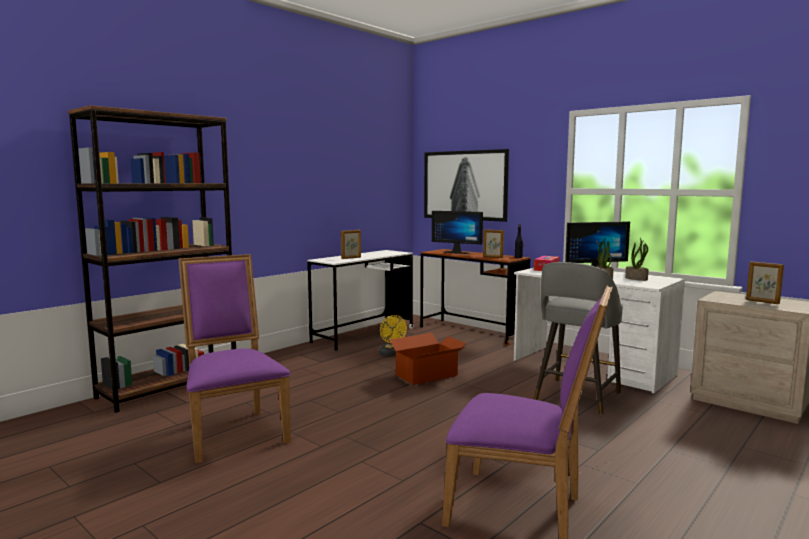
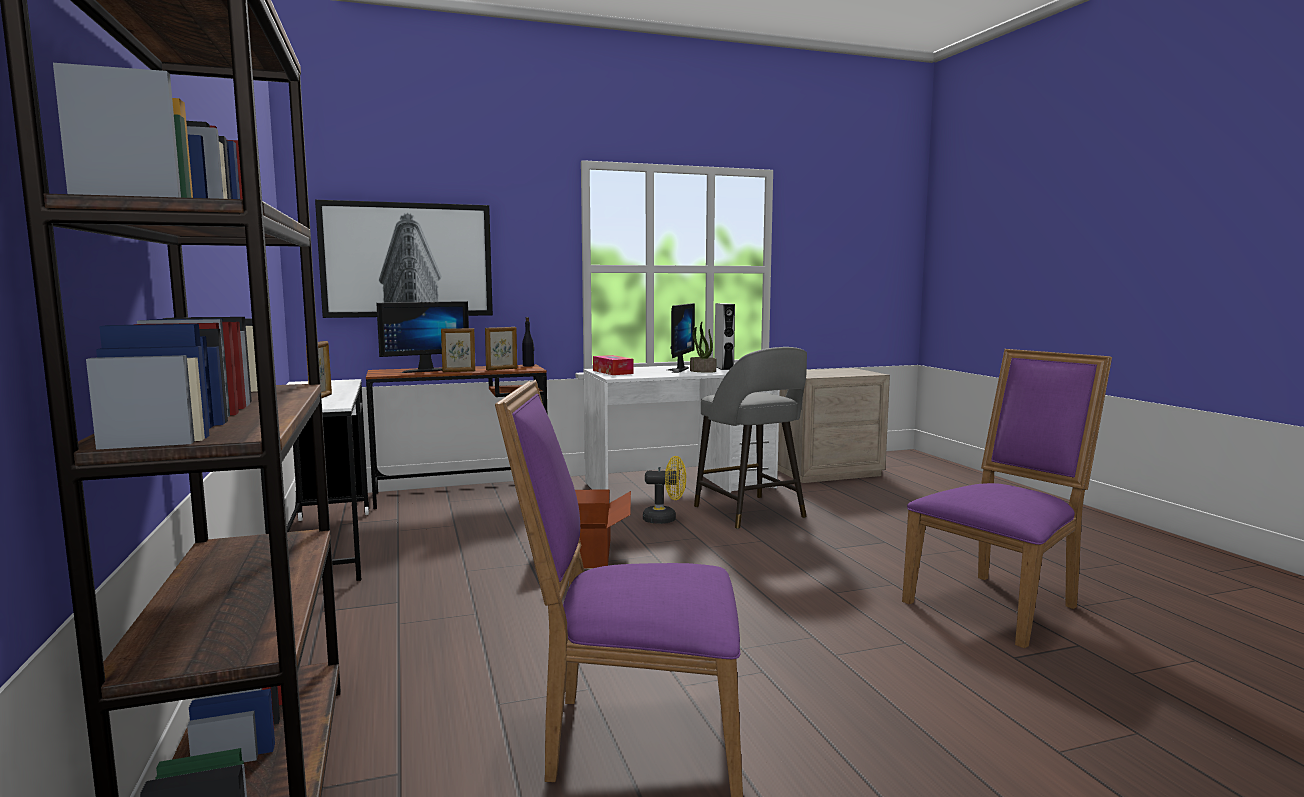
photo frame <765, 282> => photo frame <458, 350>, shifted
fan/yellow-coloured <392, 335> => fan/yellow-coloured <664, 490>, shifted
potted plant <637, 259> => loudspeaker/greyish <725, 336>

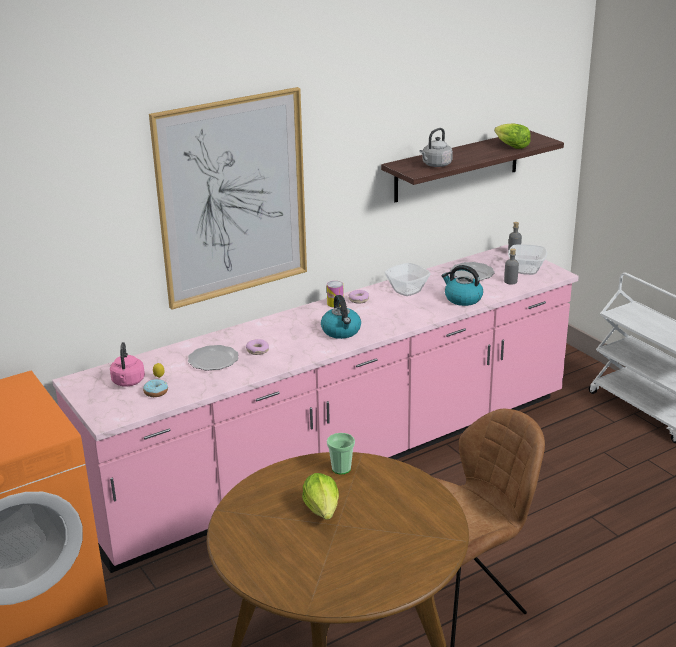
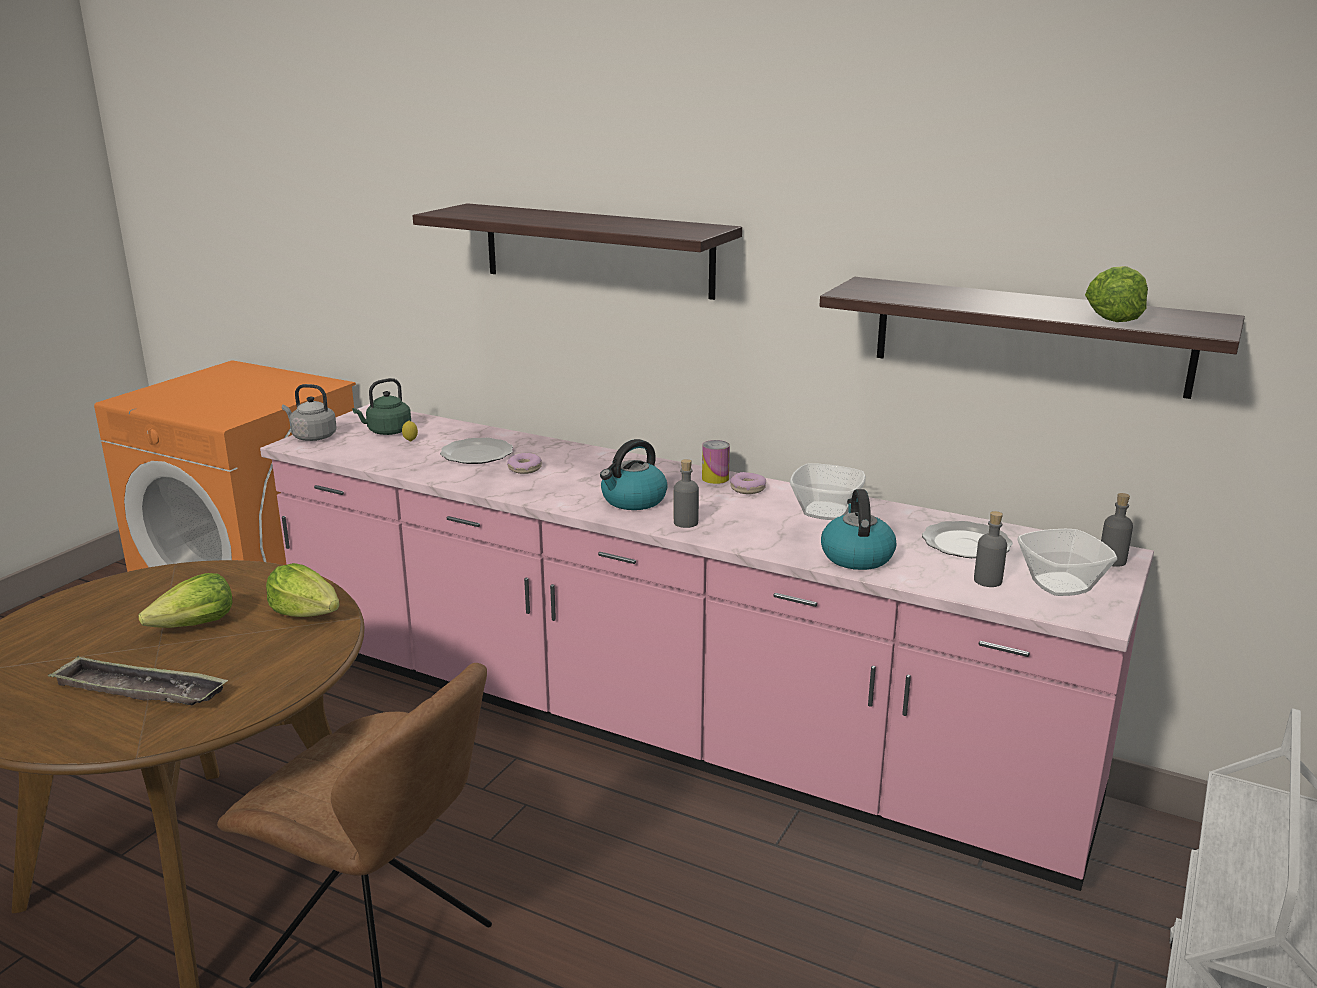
nothing => serving tray <138, 680>
drinking cup <341, 454> => head of lettuce <303, 590>
kettle/greyish <436, 147> => kettle/greyish <309, 412>, shifted
kettle/pinkish <127, 364> => kettle/green <382, 406>
wall picture <228, 198> => shelf <577, 251>
nothing => beverage bottle/greyish <686, 493>
doughnut <155, 388> => nothing

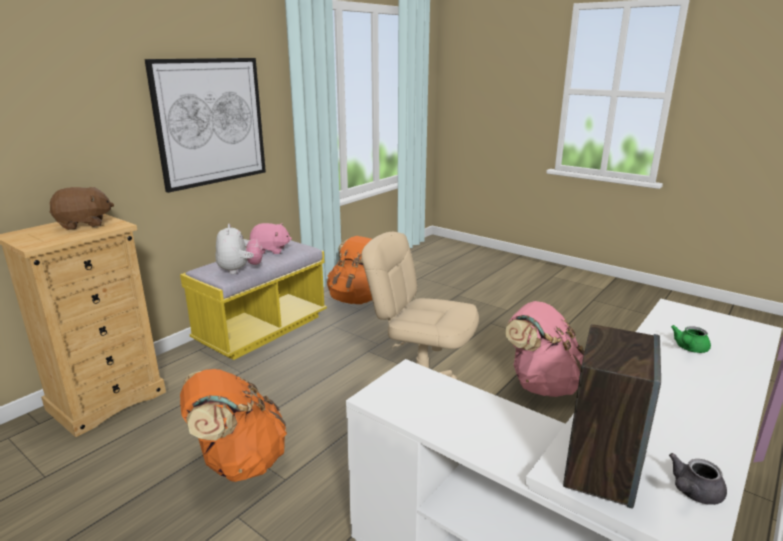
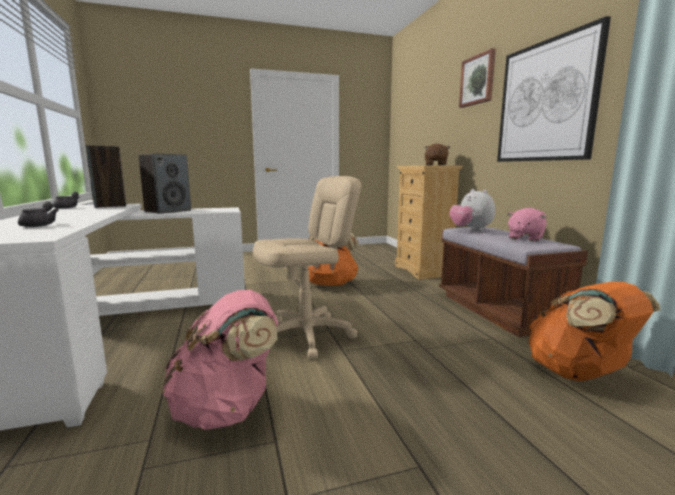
pot for tea/green <691, 339> => pot for tea/greyish <38, 214>
nothing => loudspeaker <164, 183>
long seat/yellow-coloured <253, 300> => long seat/brown-coloured <513, 282>
cuddly toy <239, 249> => cuddly toy <472, 210>, 45 degrees clockwise
nothing => wall picture <477, 78>

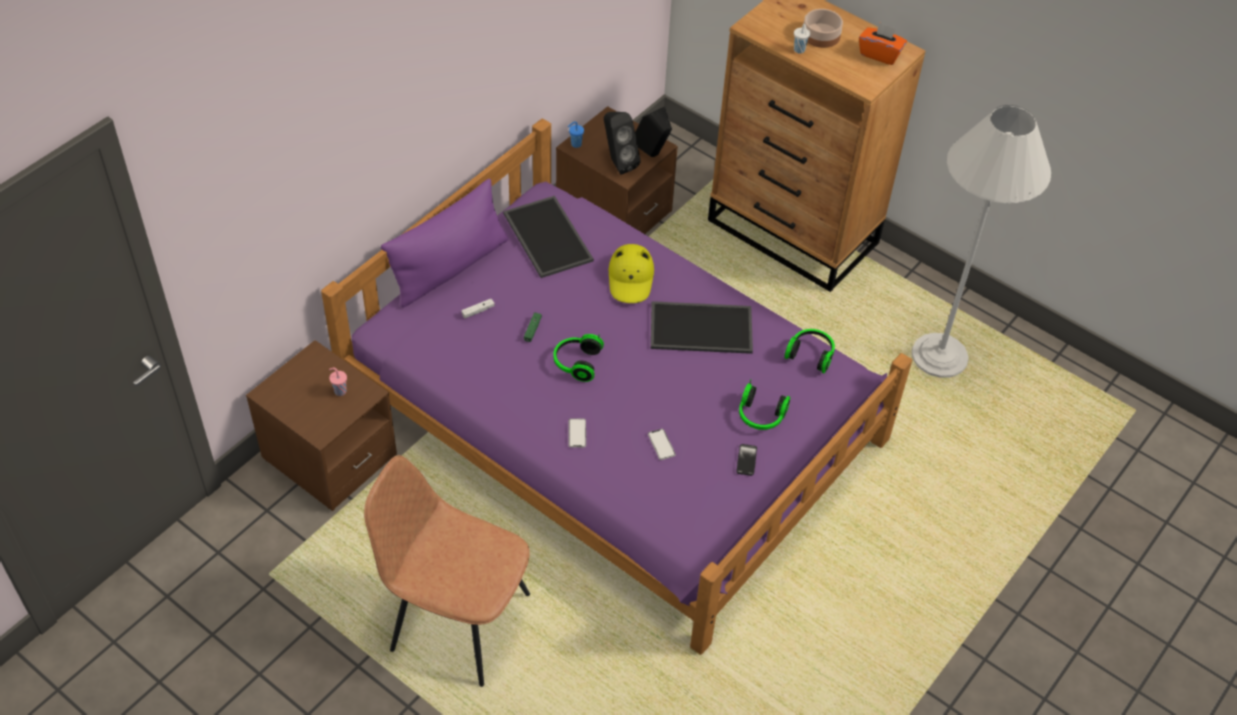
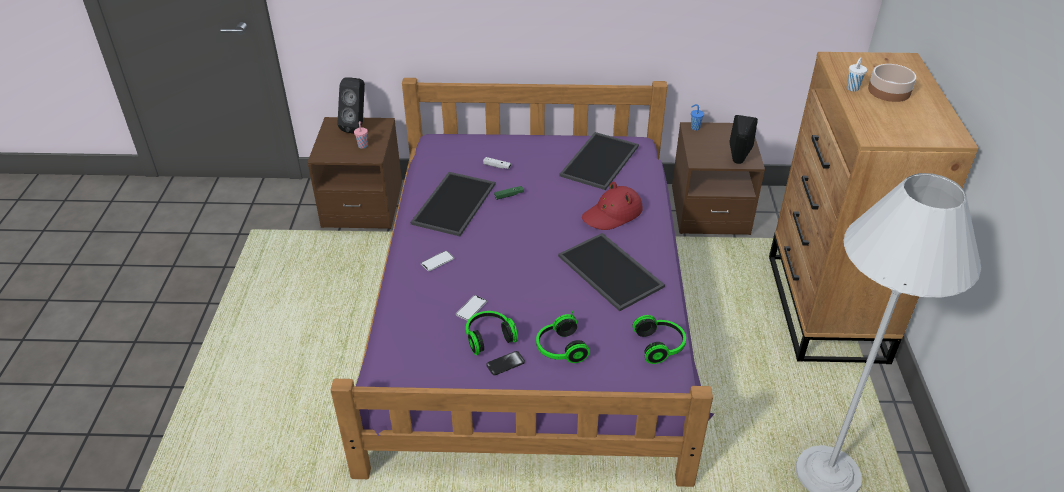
loudspeaker/black-coloured <622, 143> => loudspeaker/black-coloured <351, 105>, shifted
nothing => serving tray <453, 204>
pair of headphones <579, 358> => pair of headphones <492, 333>, shifted
clothing hat/yellow-coloured <631, 273> => clothing hat/reddish <612, 206>
plain chair/brown-coloured <447, 571> => nothing
cushion/purple <445, 243> => nothing
tissue holder/orange <883, 43> => nothing

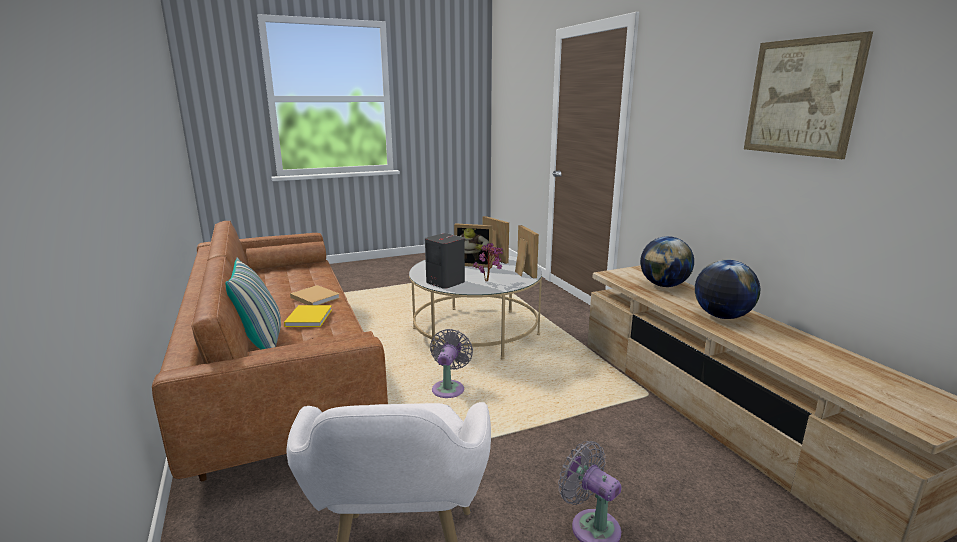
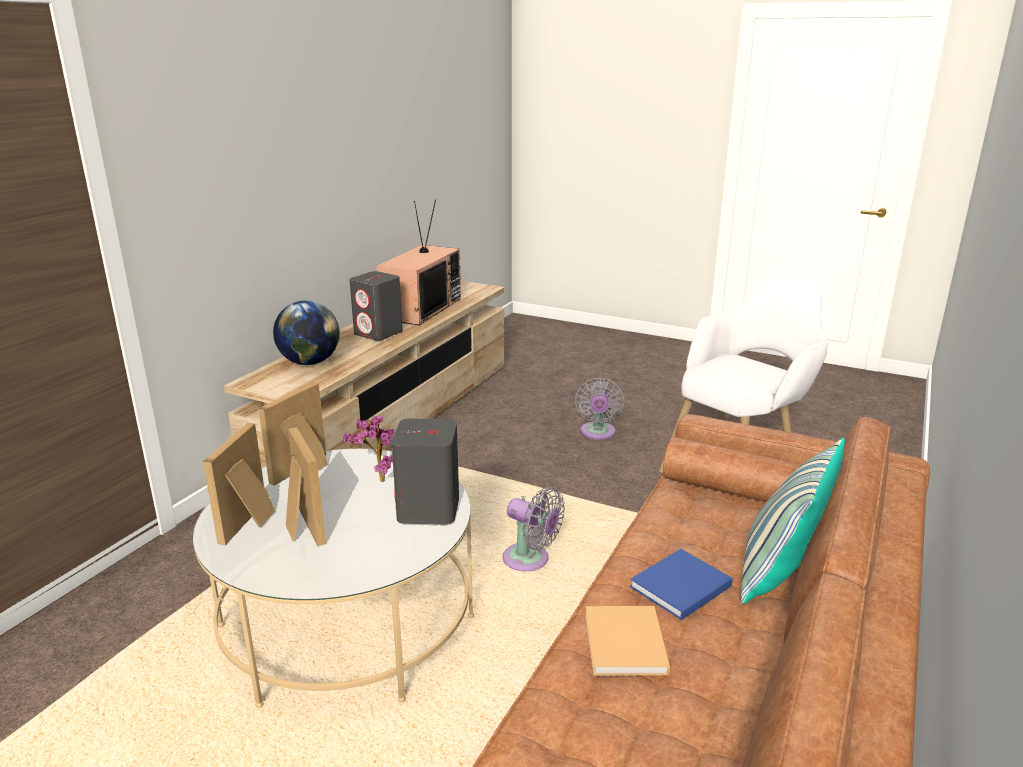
world globe <727, 289> => loudspeaker/greyish <376, 306>
nothing => television <418, 262>
fan/greyish <451, 363> => fan/greyish <533, 529>, 120 degrees counterclockwise
volume/yellow-coloured <308, 316> => volume/bluish <681, 584>
wall picture <808, 95> => nothing

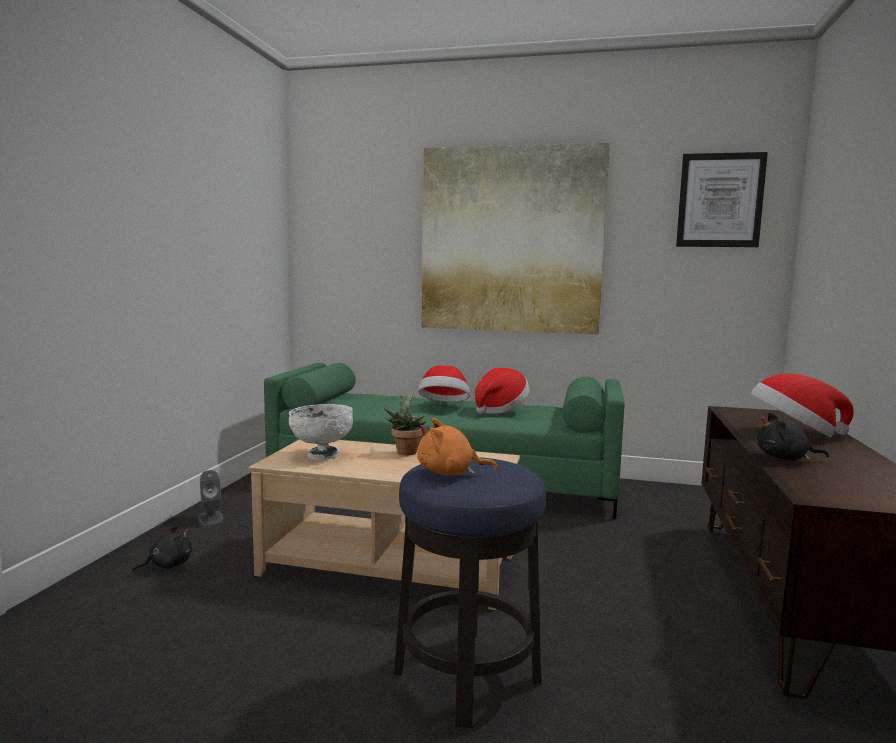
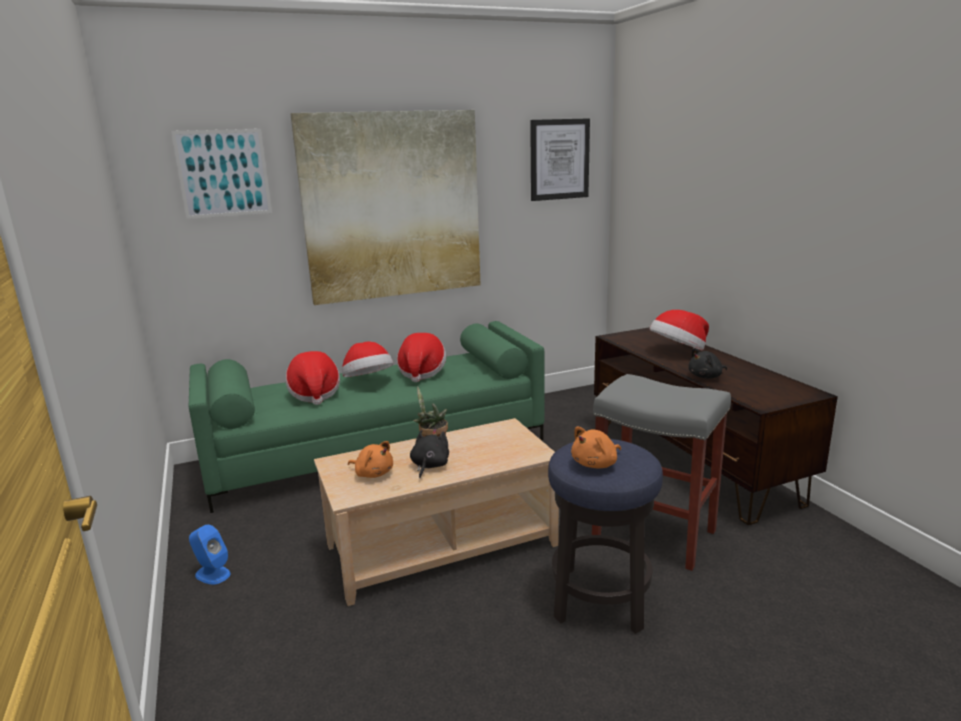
nothing => wall picture <221, 174>
loudspeaker/greyish <211, 498> => loudspeaker/bluish <210, 554>
nothing => clothing hat <312, 378>
serving bowl/white <321, 432> => cuddly toy/orange <370, 459>
cuddly toy/black-coloured <162, 548> => cuddly toy/black-coloured <429, 453>, shifted
nothing => stool/greyish <661, 472>

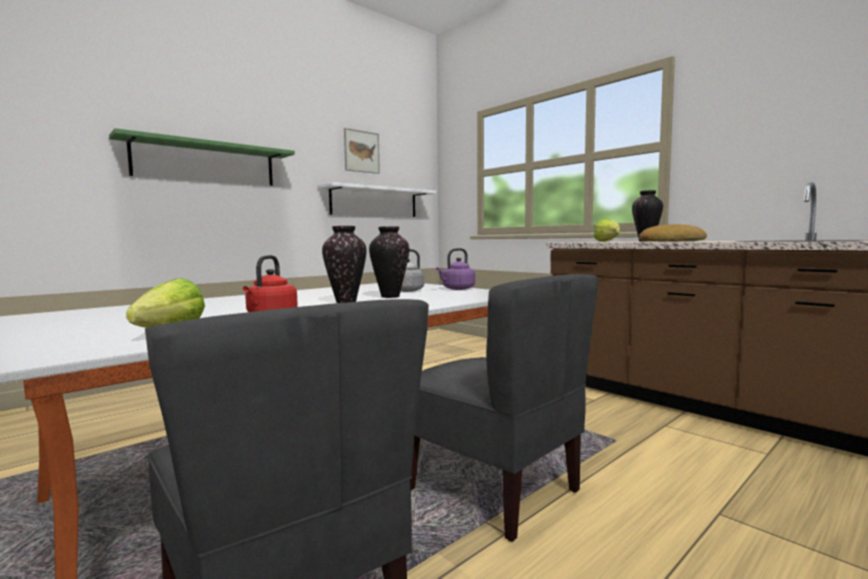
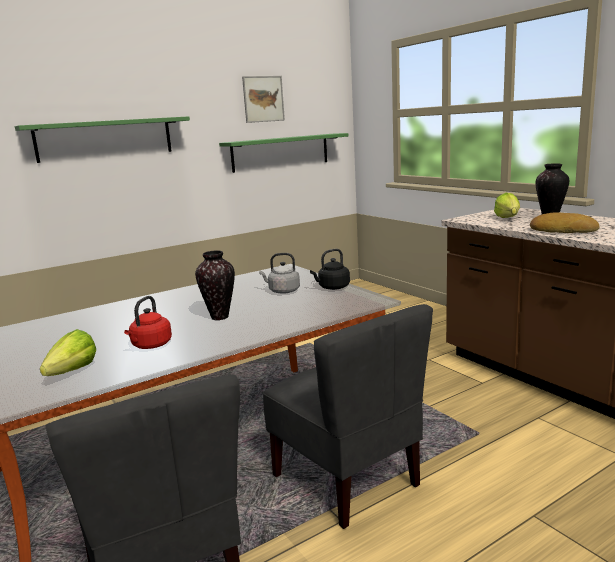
shelf/white <377, 199> => shelf/green <284, 153>
kettle/purple <455, 269> => kettle/black-coloured <330, 269>
flower vase <389, 262> => nothing

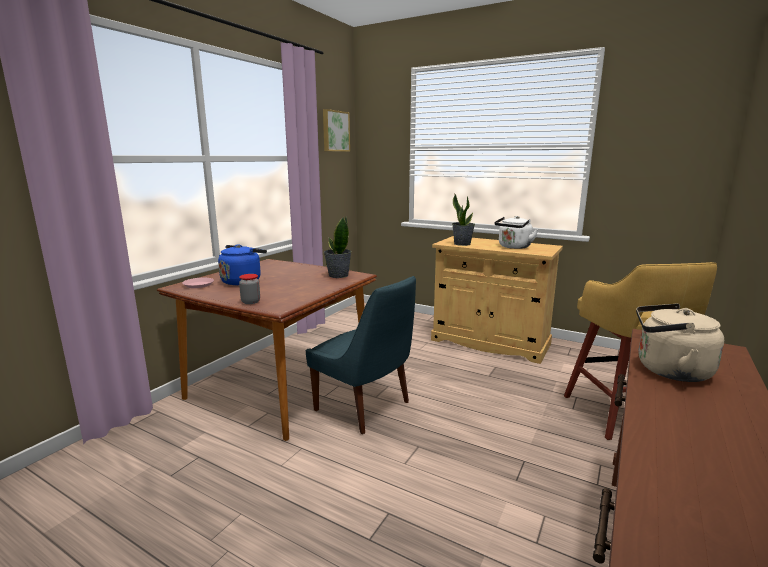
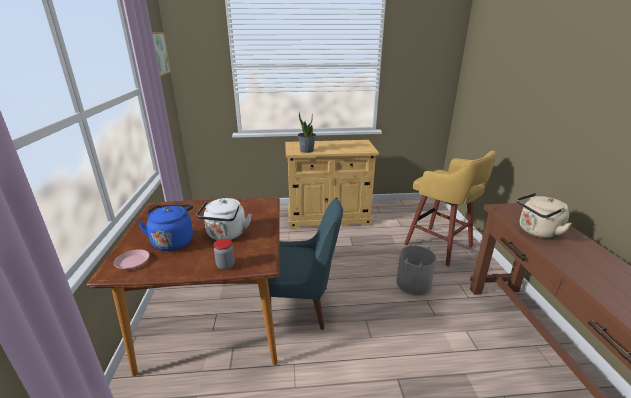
kettle/white <516, 232> => kettle/white <224, 219>, shifted
nothing => water bucket/greyish <416, 267>
potted plant <338, 247> => nothing

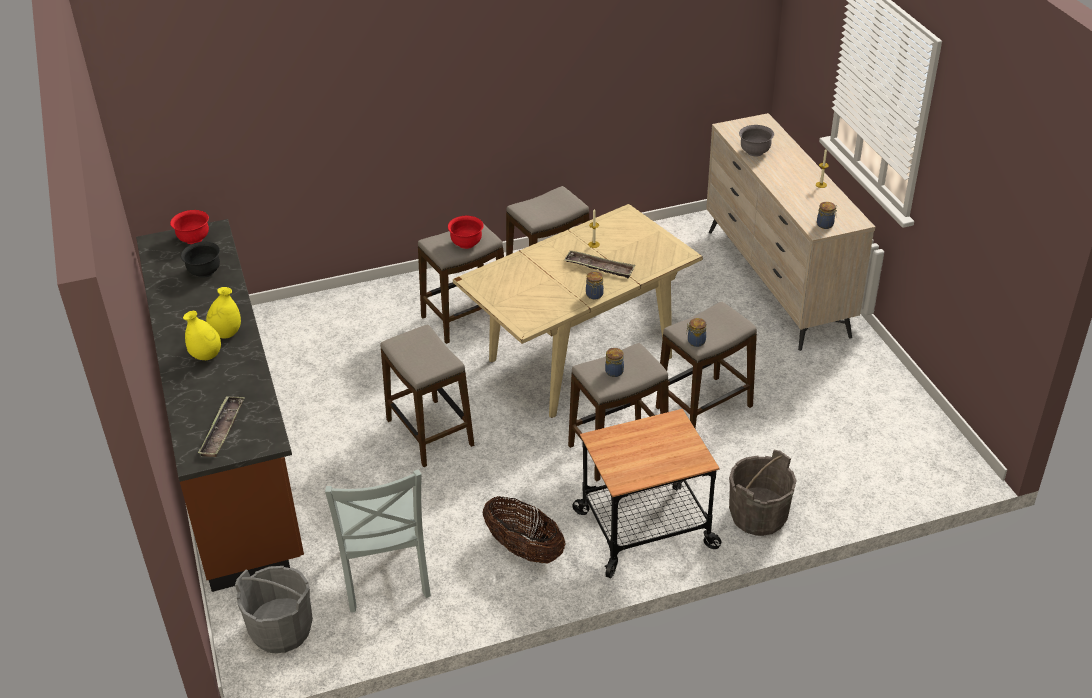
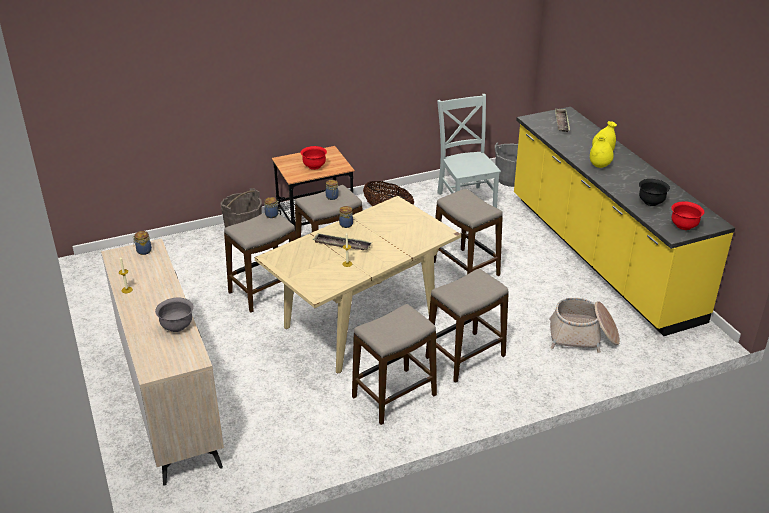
serving bowl/reddish <466, 232> => serving bowl/reddish <313, 158>, shifted
counter/brown-coloured <220, 405> => counter/yellow-coloured <624, 221>
nothing => basket <584, 325>

